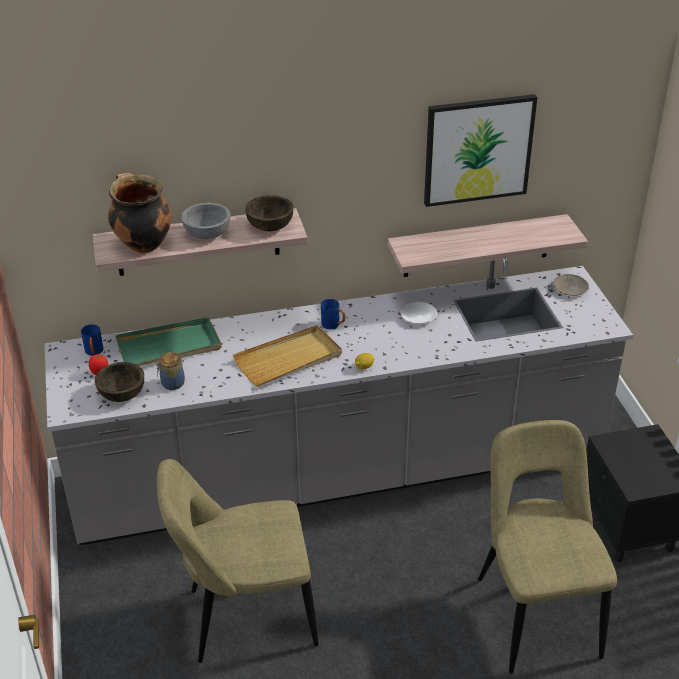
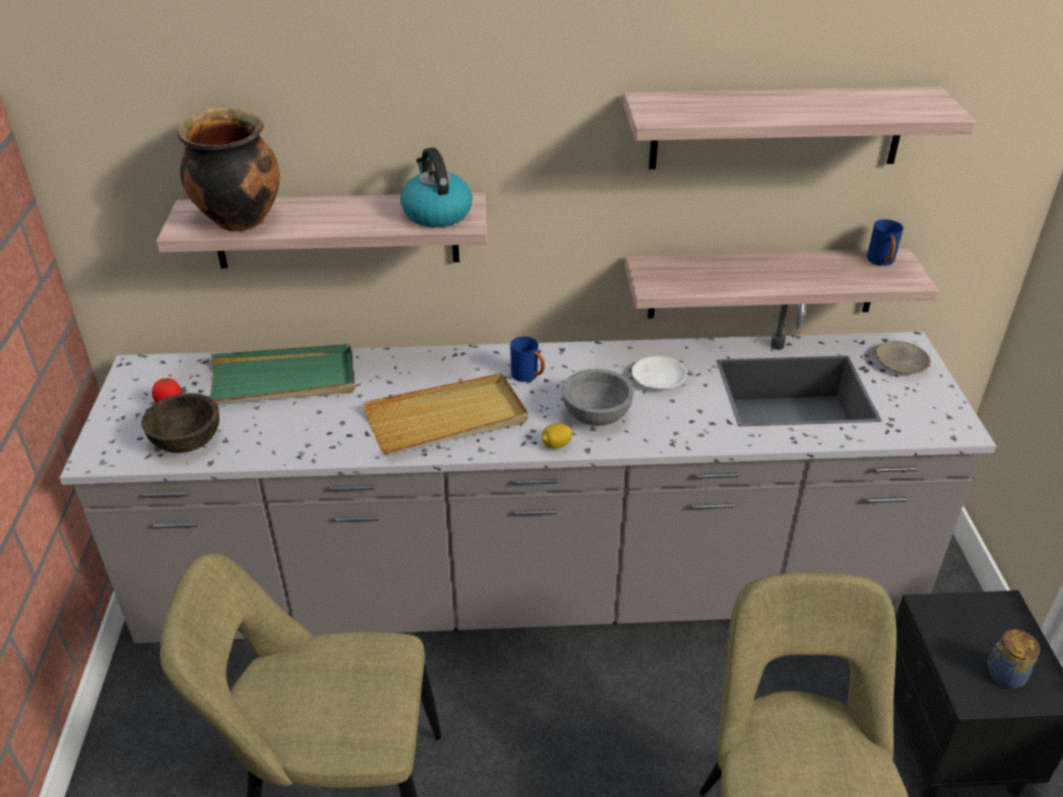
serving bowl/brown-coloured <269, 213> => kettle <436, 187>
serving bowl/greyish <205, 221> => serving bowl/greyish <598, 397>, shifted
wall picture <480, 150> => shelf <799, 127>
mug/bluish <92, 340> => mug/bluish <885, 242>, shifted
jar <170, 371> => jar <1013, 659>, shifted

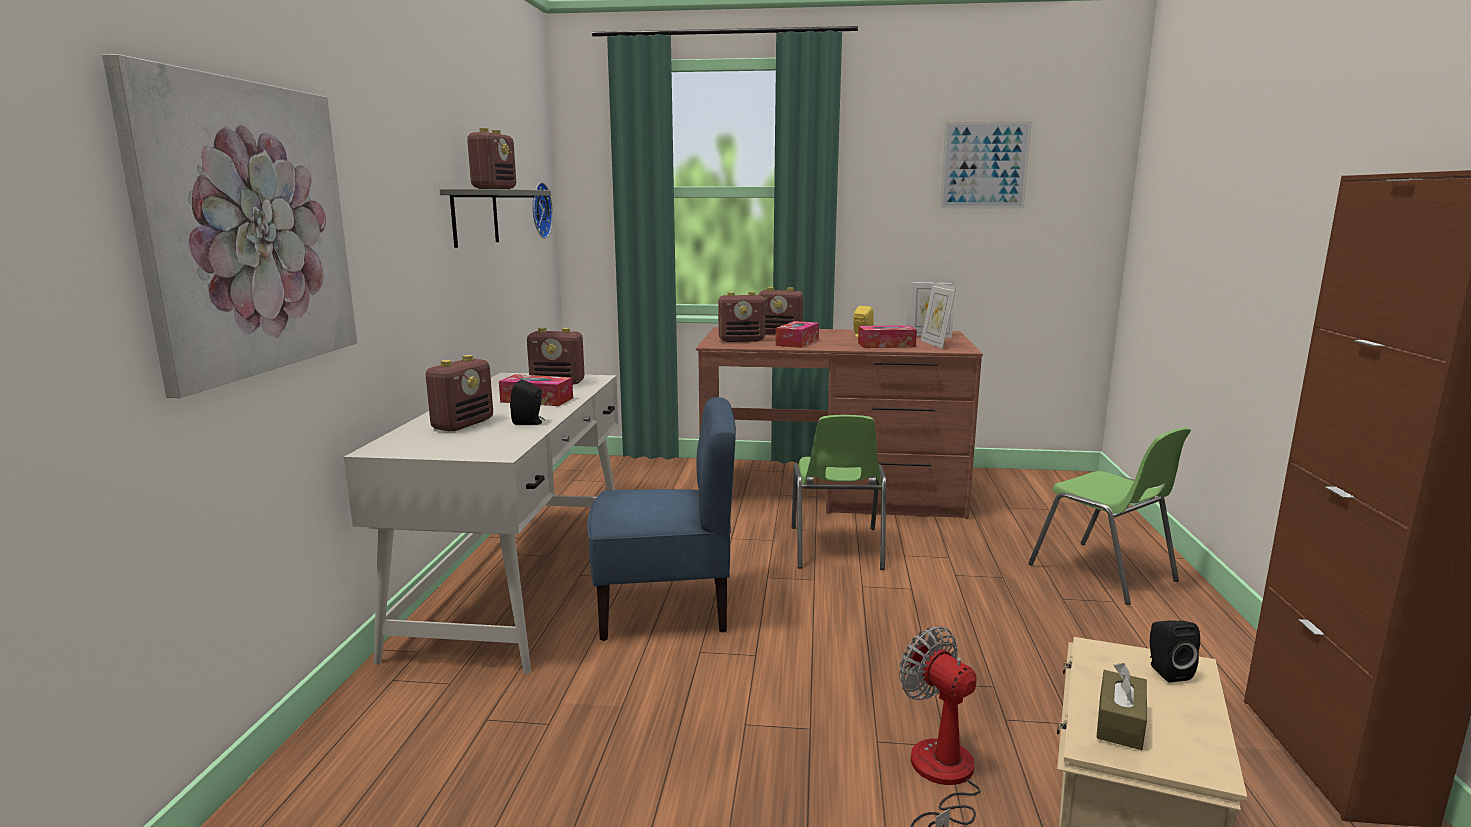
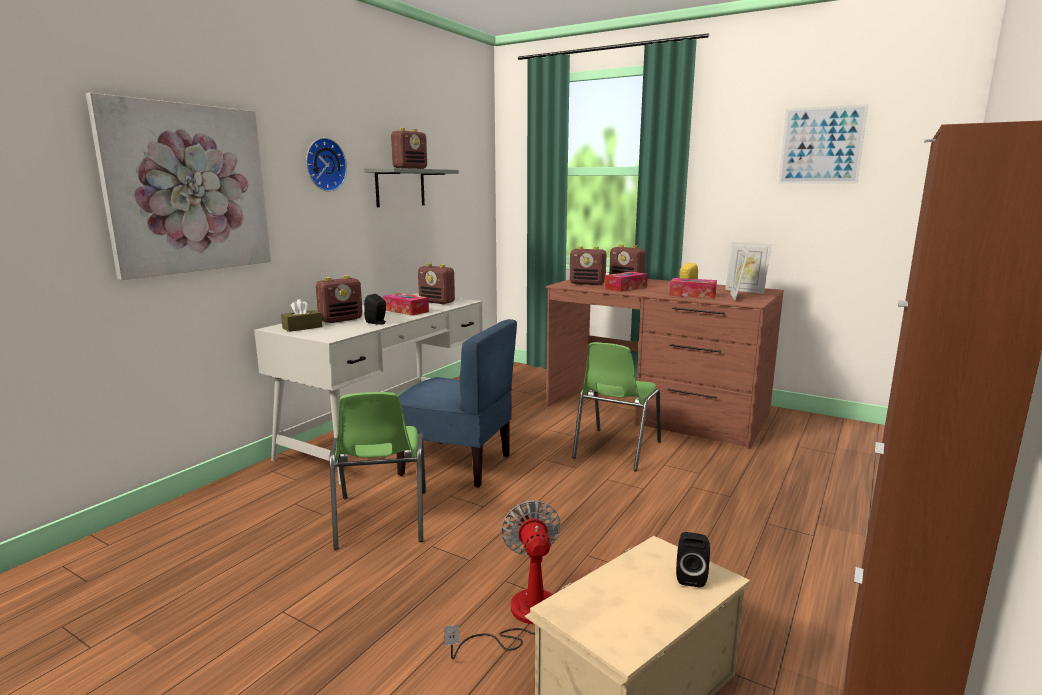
tissue holder/brown-coloured <1121, 706> => tissue holder/brown-coloured <301, 315>, shifted
clock on the wall <542, 210> => clock on the wall <326, 165>, shifted
plain chair/green <1109, 516> => plain chair/green <377, 471>, shifted

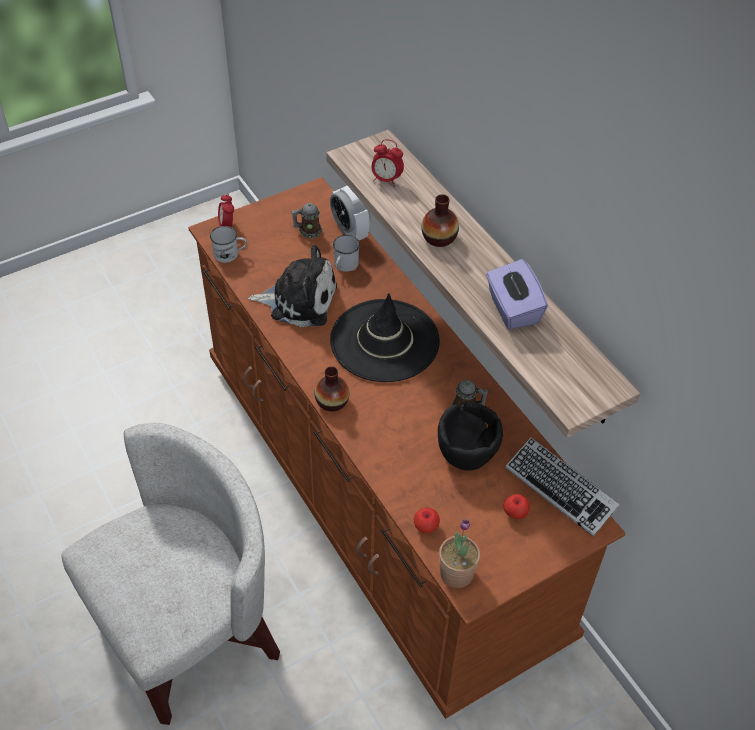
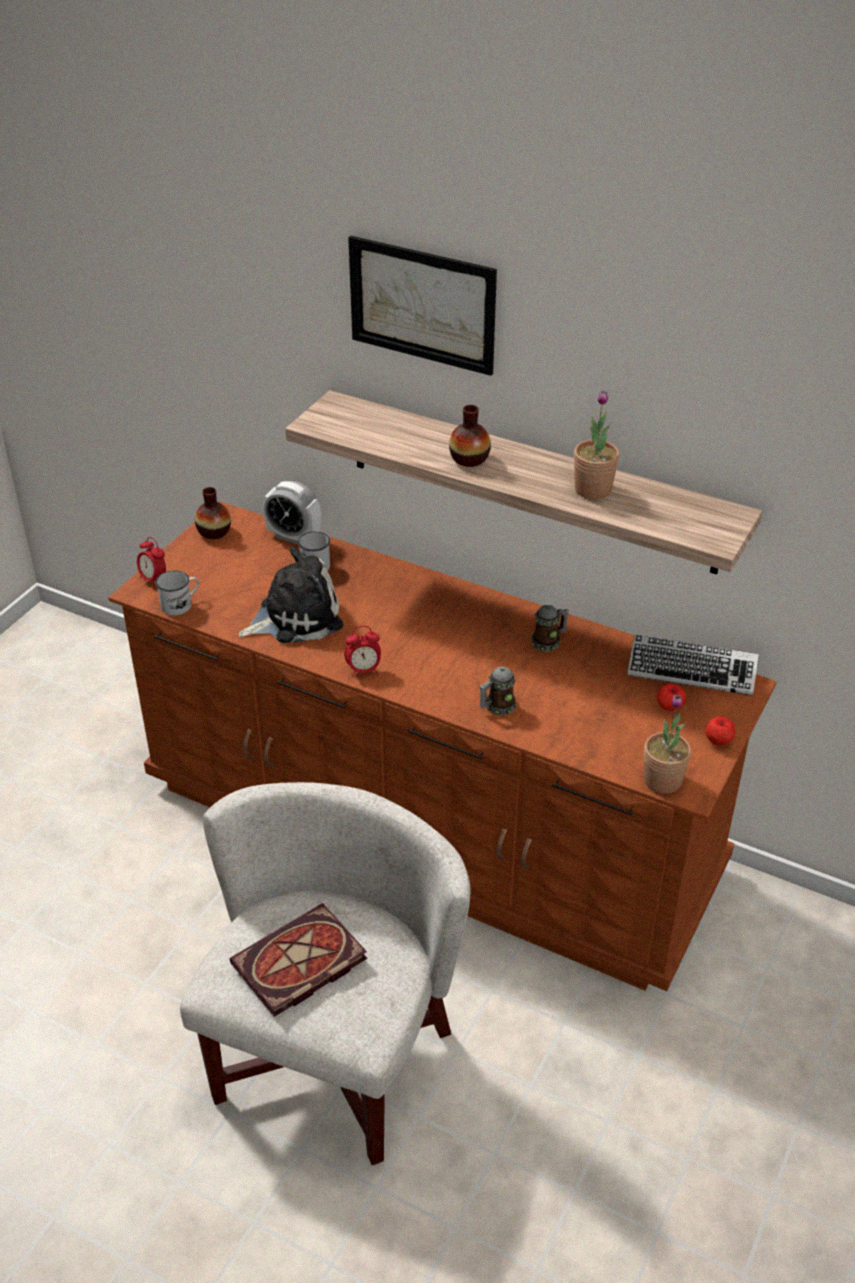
flower vase <332, 389> => flower vase <213, 513>, shifted
nothing => volume <298, 960>
table clock <388, 163> => table clock <362, 651>, shifted
nothing => wall picture <422, 306>
mug <307, 221> => mug <498, 690>, shifted
tissue holder/purple <517, 294> => potted plant <596, 444>
apple fruit <427, 520> => apple fruit <720, 731>, shifted
clothing hat/black-coloured <385, 337> => nothing
serving bowl/black-coloured <470, 436> => nothing

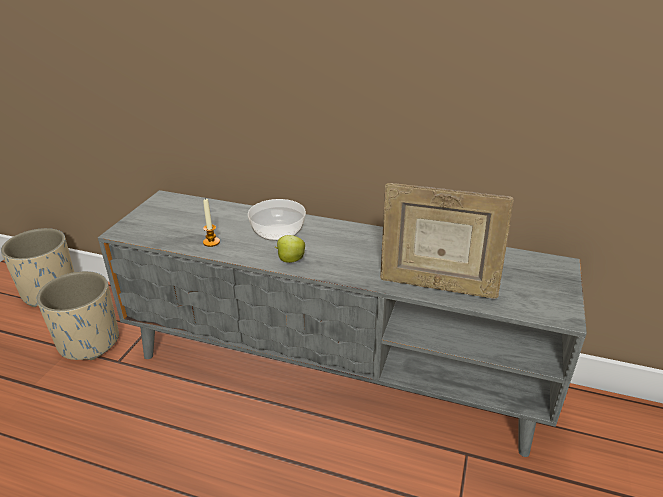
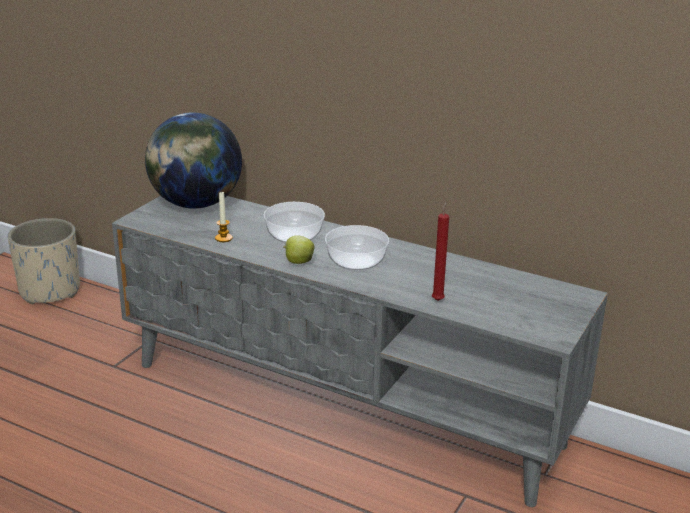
nothing => world globe <193, 160>
nothing => serving bowl <357, 247>
photo frame <447, 241> => wax light/reddish <440, 251>
planter/sand-coloured <78, 315> => nothing

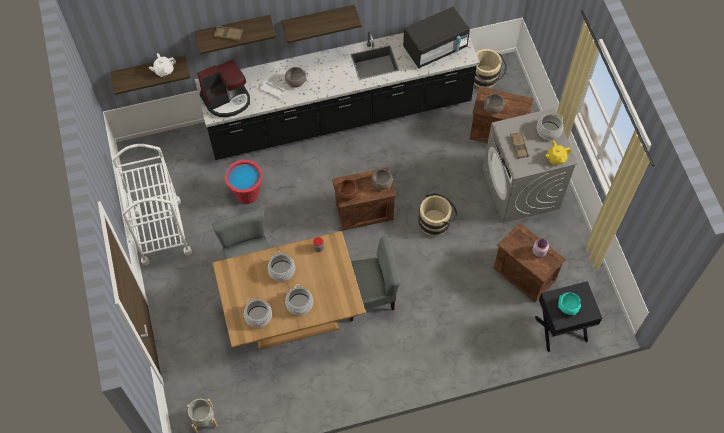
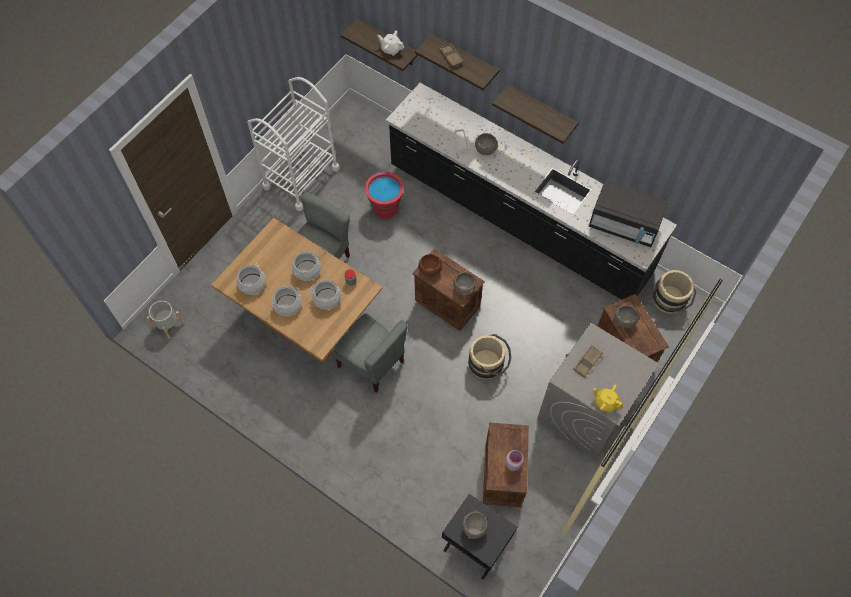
cooking pot <550, 126> => cooking pot <326, 295>, shifted
serving bowl/turquoise <569, 303> => serving bowl/greyish <475, 524>
coffee maker <223, 88> => nothing

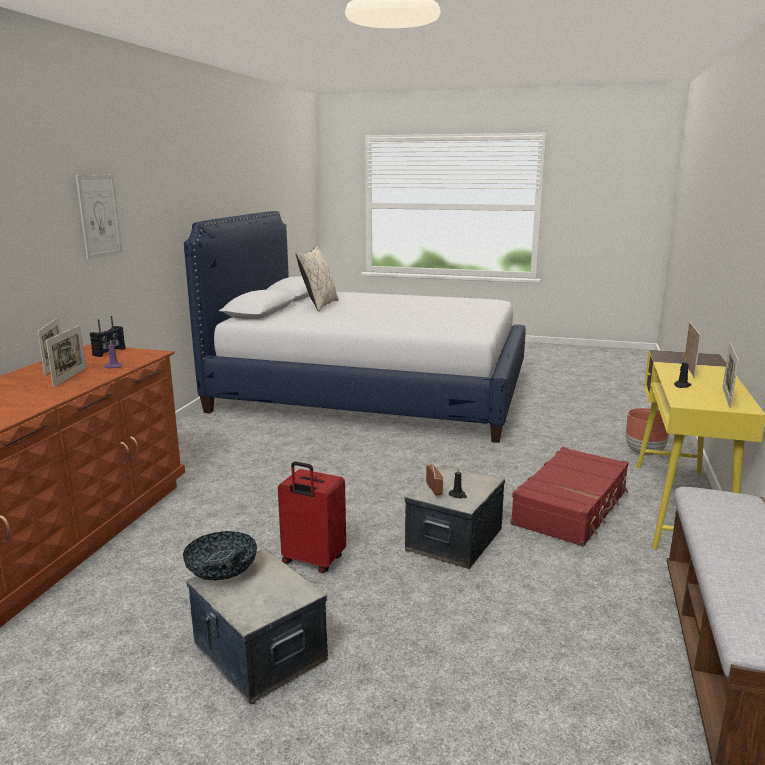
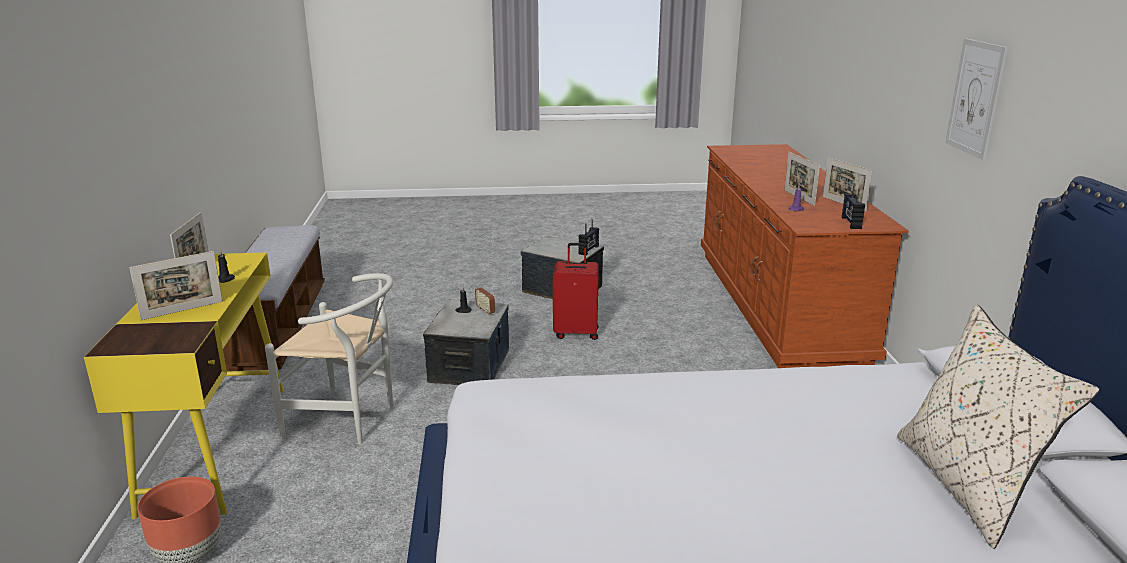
photo frame <692, 350> => photo frame <176, 285>, 120 degrees counterclockwise
piece of luggage/reddish <569, 497> => plain chair/white <329, 358>
serving bowl <220, 555> => radio <588, 237>

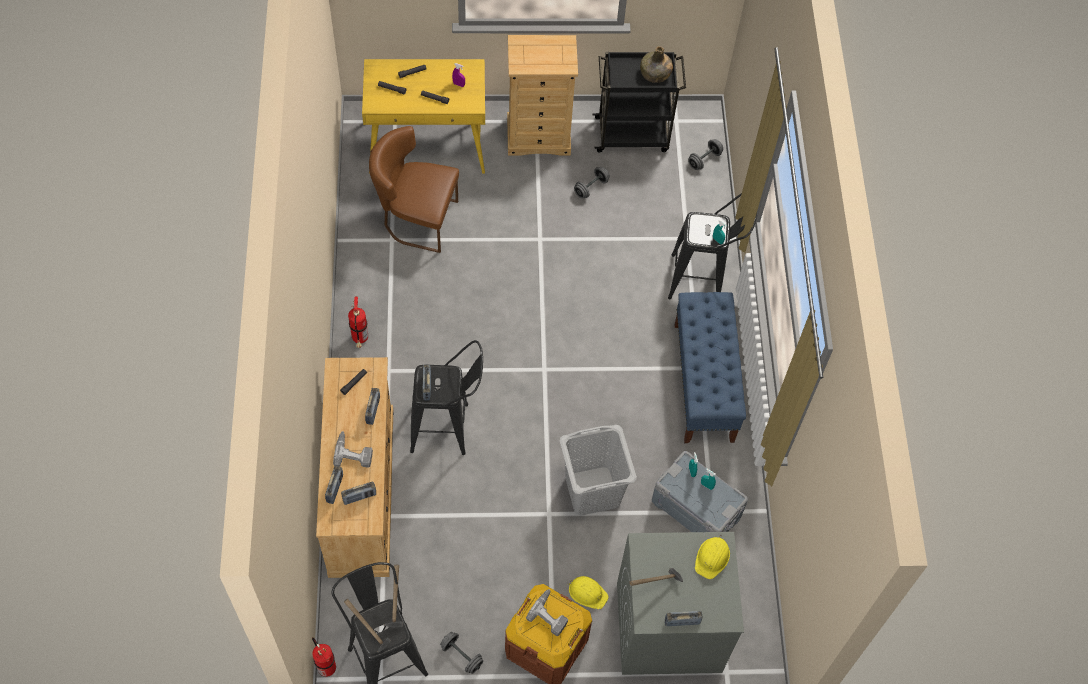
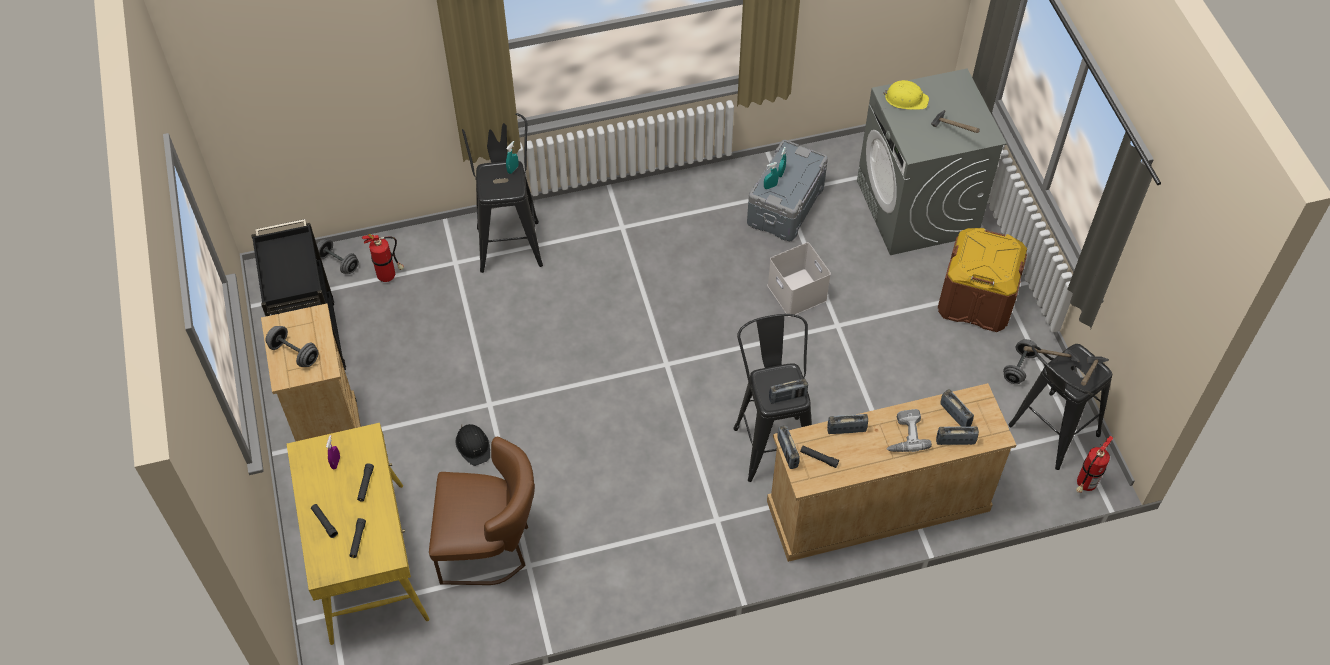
hand weight/greyish <592, 183> => hand weight/greyish <292, 346>, shifted
extinguisher <358, 322> => extinguisher <383, 258>, shifted
plain chair/brown-coloured <414, 189> => plain chair/brown-coloured <482, 511>, 90 degrees counterclockwise
nothing => work helmet/black-coloured <472, 445>
laundry basket/greyish <598, 470> => storage container/white <799, 279>
radio <683, 618> => radio <788, 447>, shifted
electric drill <547, 612> => nothing
work helmet/yellow-coloured <588, 592> => nothing
beverage bottle/green <656, 64> => nothing
long seat/bluish <710, 367> => nothing

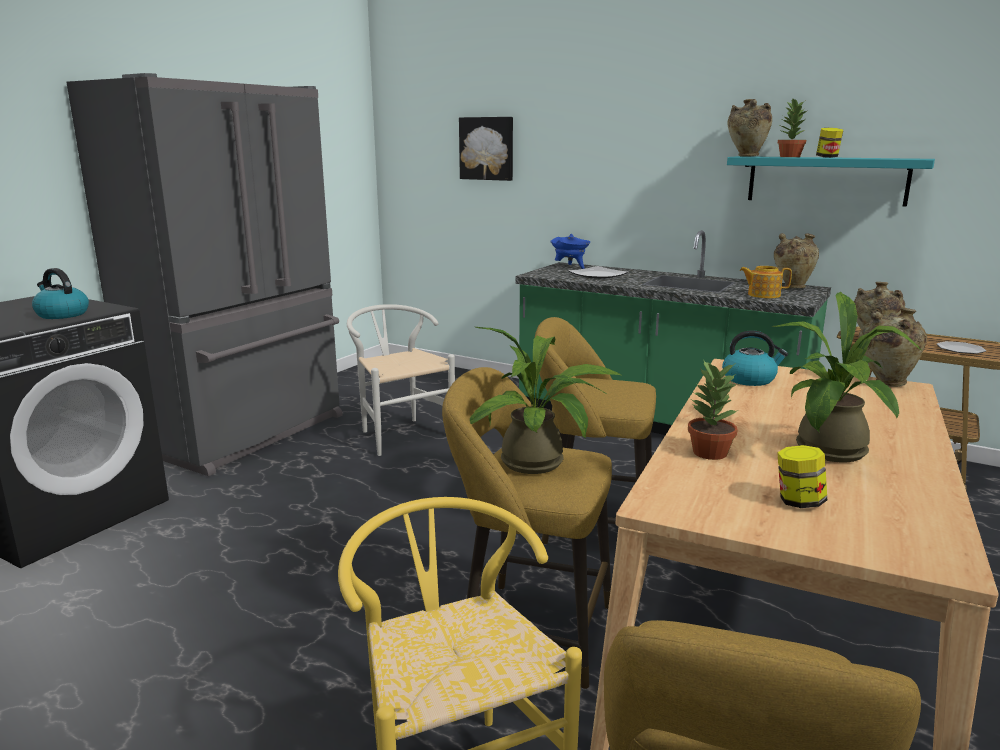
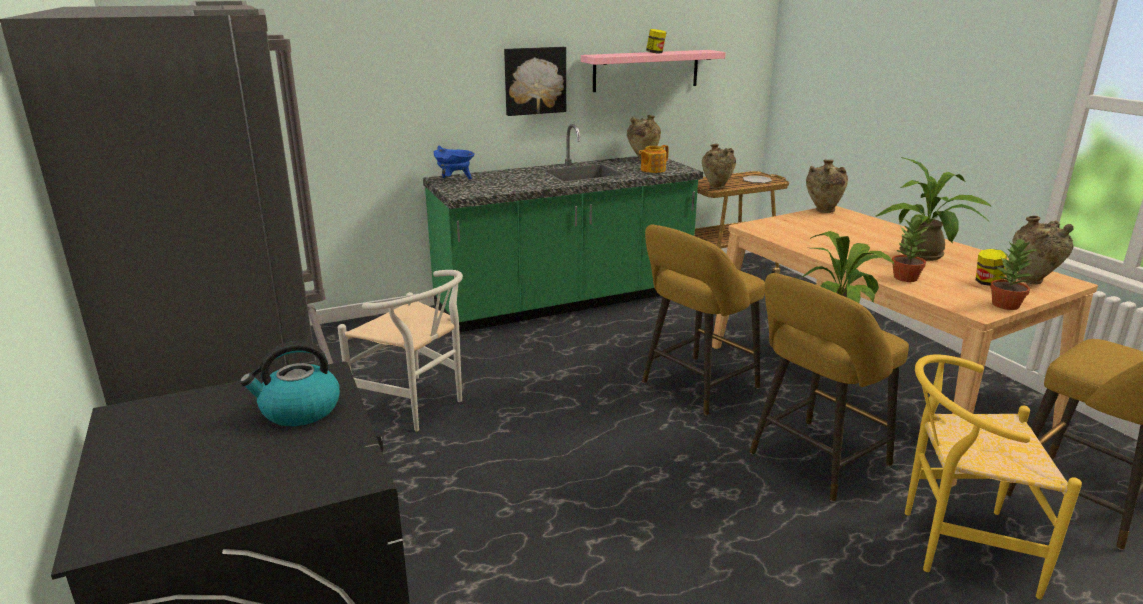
plain chair/white <401, 380> => plain chair/white <400, 350>, 150 degrees counterclockwise
wall picture <486, 149> => wall picture <535, 81>, shifted
shelf/turquoise <831, 181> => shelf/pinkish <653, 71>
potted plant <792, 128> => potted plant <1013, 273>, shifted
flower vase/sand-coloured <750, 128> => flower vase/sand-coloured <1043, 250>, shifted
plate <598, 272> => nothing
kettle <755, 358> => nothing

